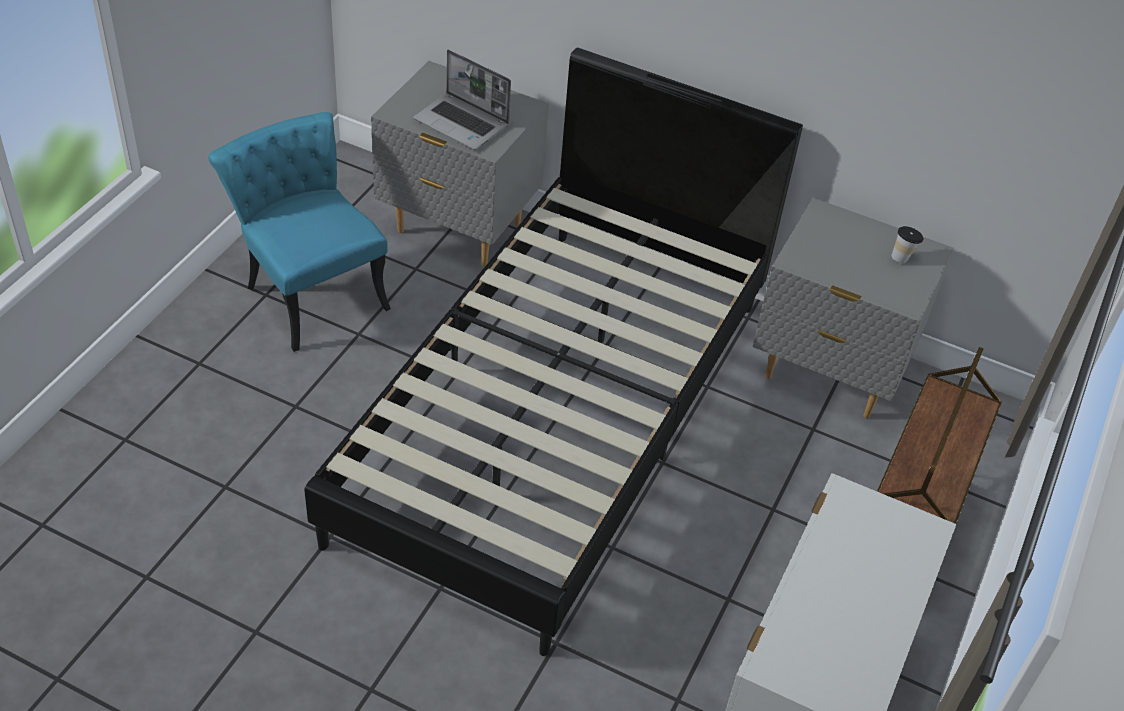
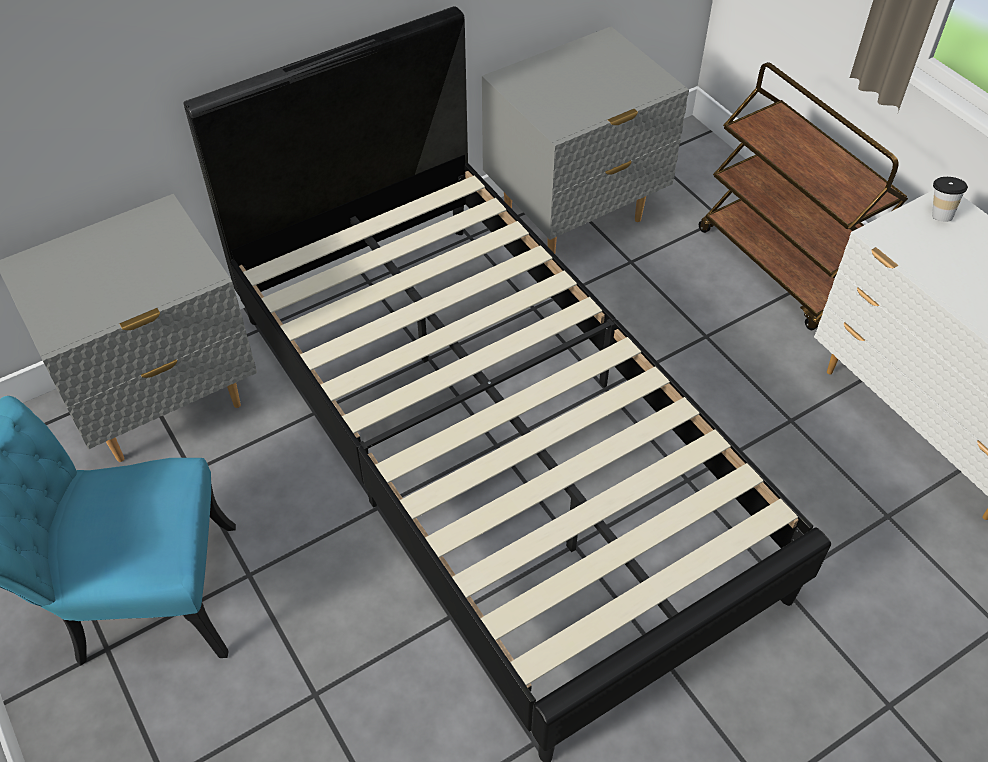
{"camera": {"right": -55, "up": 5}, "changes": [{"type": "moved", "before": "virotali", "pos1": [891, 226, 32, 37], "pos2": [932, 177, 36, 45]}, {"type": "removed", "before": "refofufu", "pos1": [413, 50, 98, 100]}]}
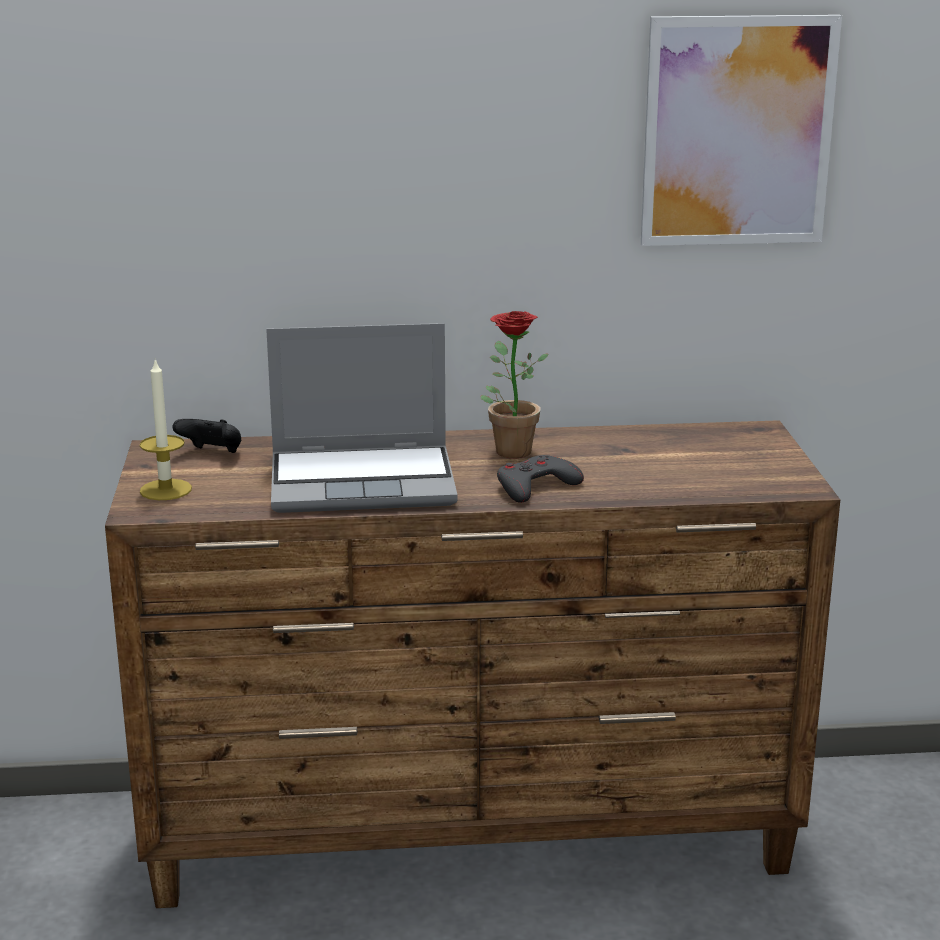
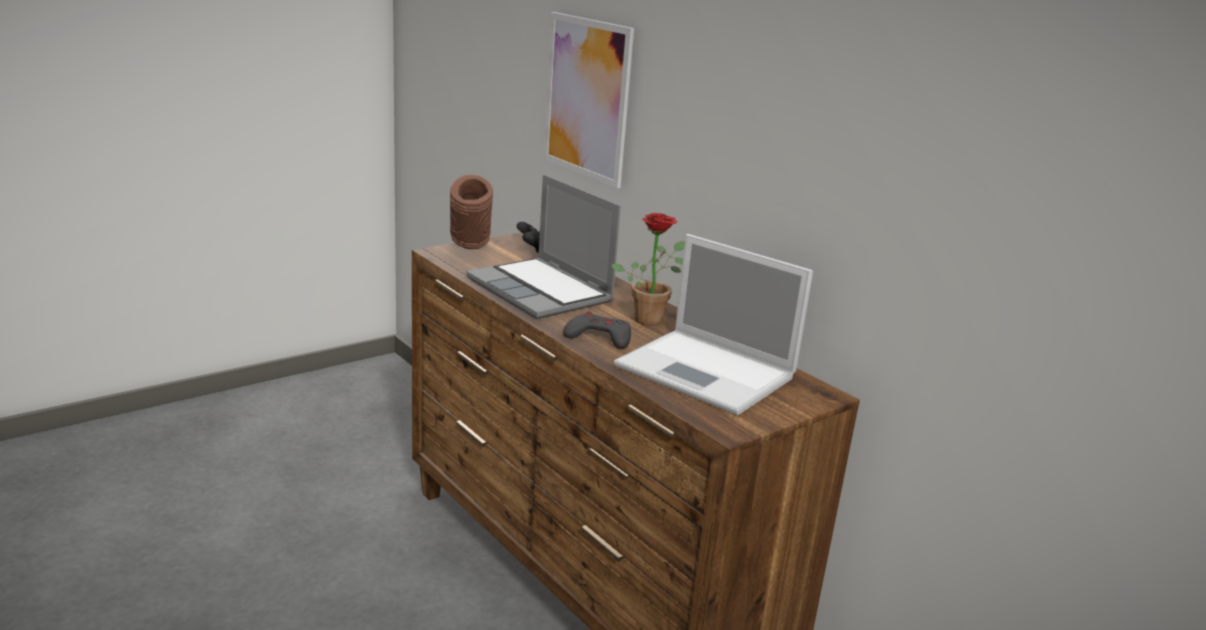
{"camera": {"right": 55, "up": 0}, "changes": [{"type": "replaced", "before": "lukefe", "after": "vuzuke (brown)", "pos1": [140, 359, 52, 141], "pos2": [450, 175, 43, 74]}, {"type": "moved", "before": "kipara", "pos1": [641, 15, 201, 231], "pos2": [544, 12, 90, 176]}, {"type": "added", "after": "refofufu", "pos2": [614, 234, 199, 182]}]}
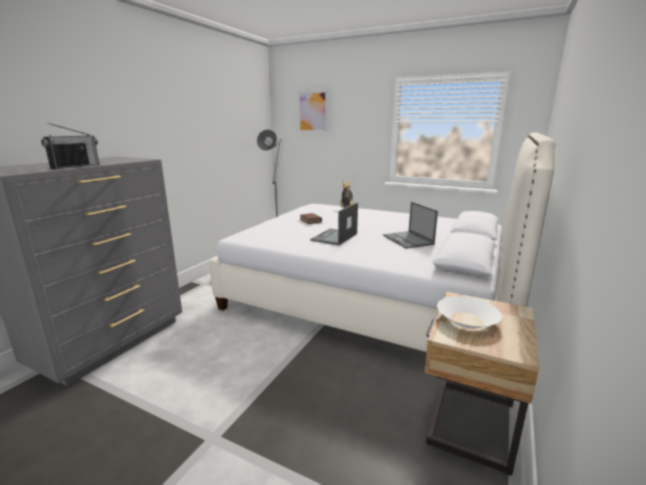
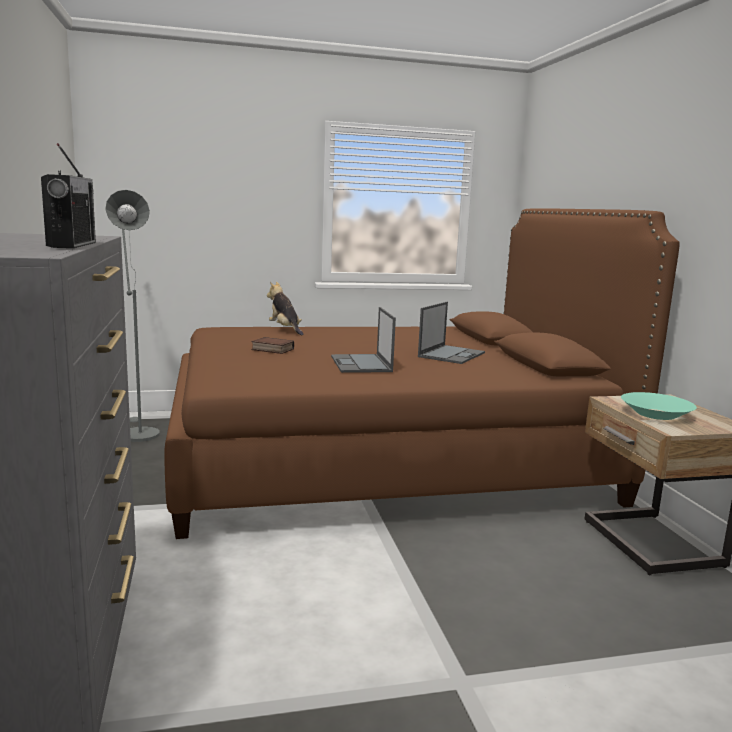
{"camera": {"right": -40, "up": -5}, "changes": [{"type": "recoloured", "before": "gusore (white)", "after": "gusore (brown)", "pos1": [210, 132, 346, 220], "pos2": [164, 208, 516, 331]}, {"type": "turned", "before": "refofufu", "pos1": [383, 202, 55, 47], "pos2": [418, 302, 67, 62], "turn": -90}, {"type": "recoloured", "before": "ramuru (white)", "after": "ramuru (turquoise)", "pos1": [437, 296, 65, 33], "pos2": [621, 392, 76, 28]}, {"type": "removed", "before": "kipara", "pos1": [298, 91, 29, 41]}]}
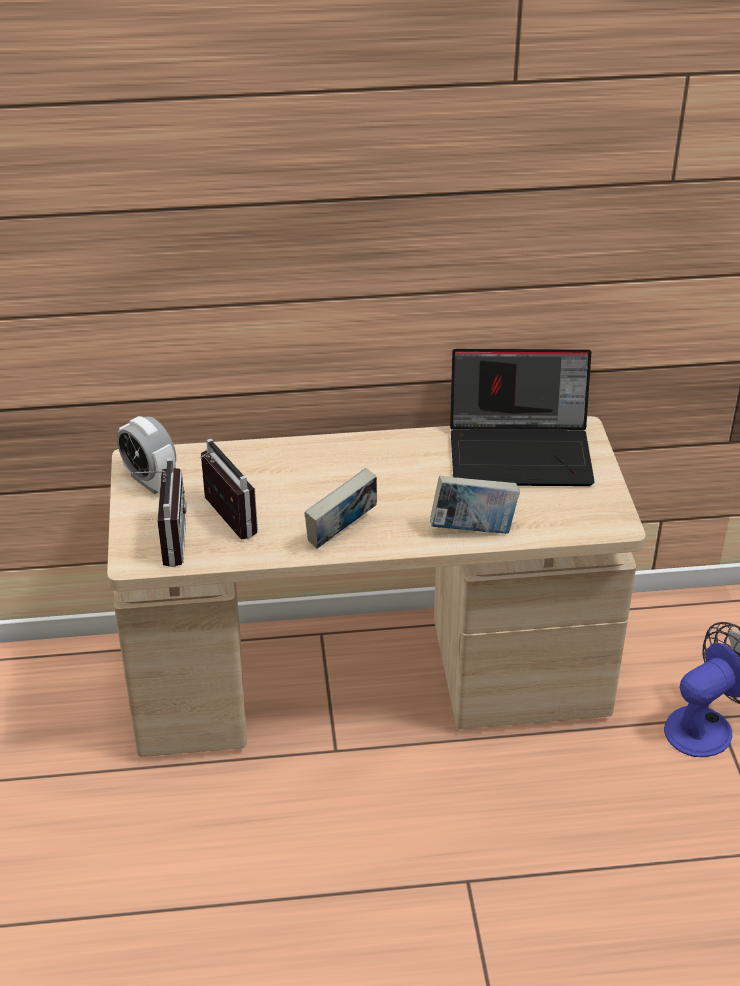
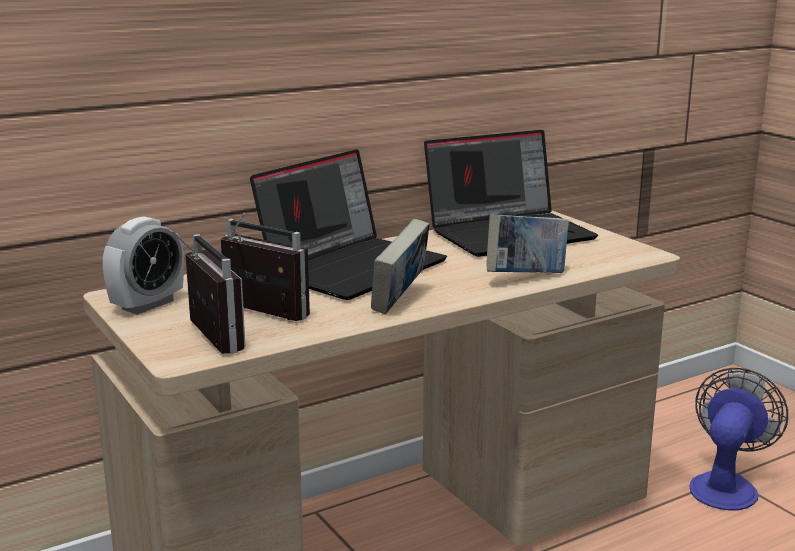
{"camera": {"right": -25, "up": -20}, "changes": [{"type": "turned", "before": "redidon", "pos1": [117, 416, 59, 78], "pos2": [103, 216, 81, 99], "turn": -75}, {"type": "added", "after": "refofufu", "pos2": [250, 149, 197, 151]}]}
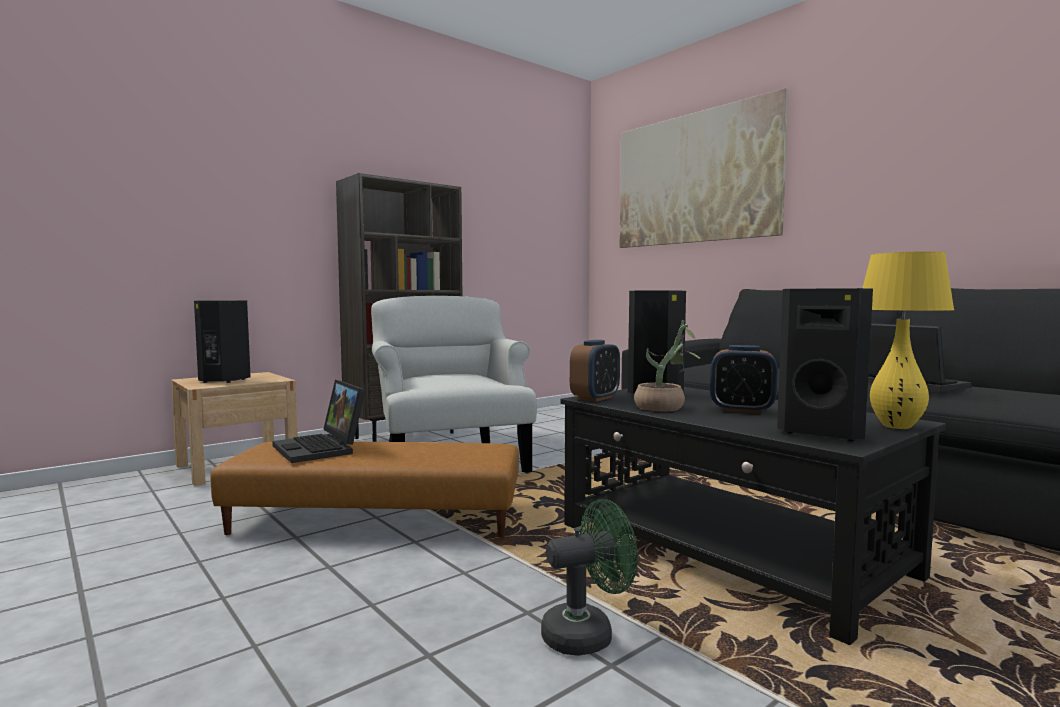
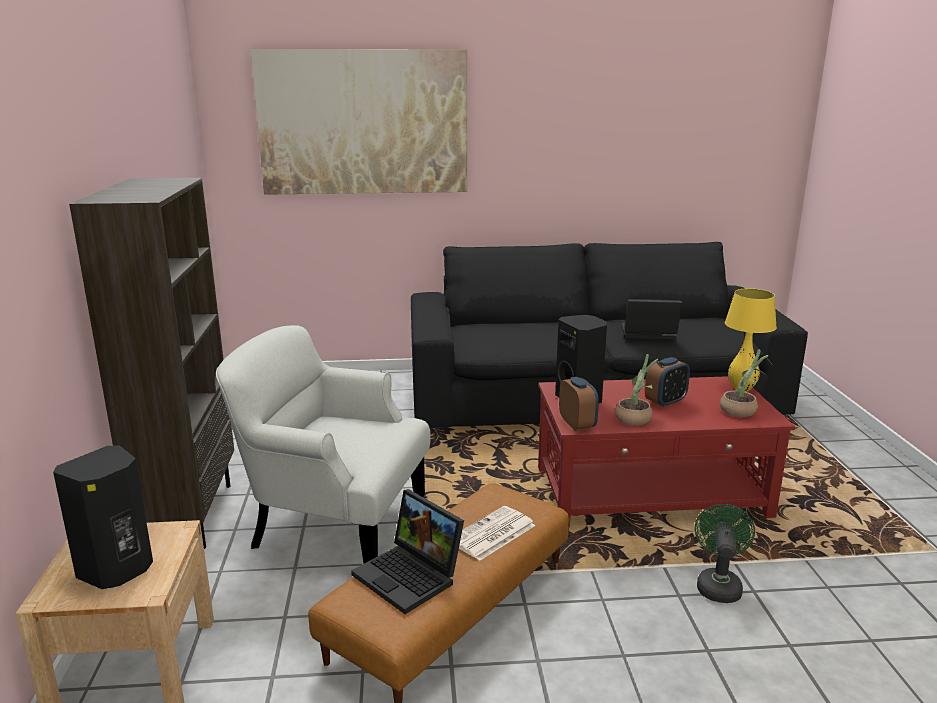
{"camera": {"right": -55, "up": 15}, "changes": [{"type": "turned", "before": "refofufu", "pos1": [272, 380, 93, 83], "pos2": [351, 489, 113, 125], "turn": 45}, {"type": "added", "after": "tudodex", "pos2": [459, 506, 77, 55]}, {"type": "recoloured", "before": "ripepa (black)", "after": "ripepa (red)", "pos1": [561, 387, 385, 258], "pos2": [538, 376, 257, 151]}, {"type": "replaced", "before": "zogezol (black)", "after": "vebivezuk", "pos1": [777, 288, 96, 153], "pos2": [720, 349, 53, 69]}]}
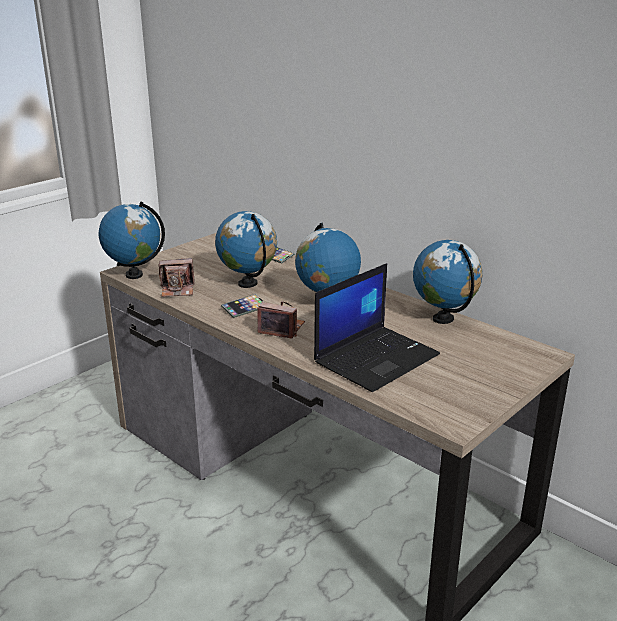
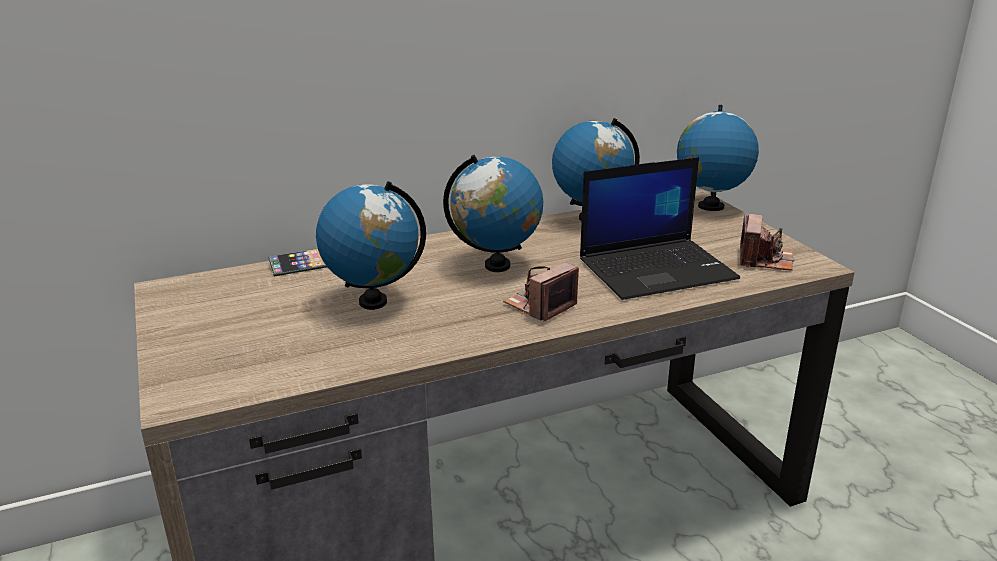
{"camera": {"right": -65, "up": 0}, "changes": [{"type": "turned", "before": "refofufu", "pos1": [314, 263, 126, 129], "pos2": [580, 157, 160, 143], "turn": 90}, {"type": "moved", "before": "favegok", "pos1": [99, 202, 66, 77], "pos2": [677, 105, 82, 106]}, {"type": "moved", "before": "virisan", "pos1": [158, 258, 37, 39], "pos2": [740, 214, 54, 57]}, {"type": "removed", "before": "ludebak", "pos1": [221, 294, 43, 24]}]}
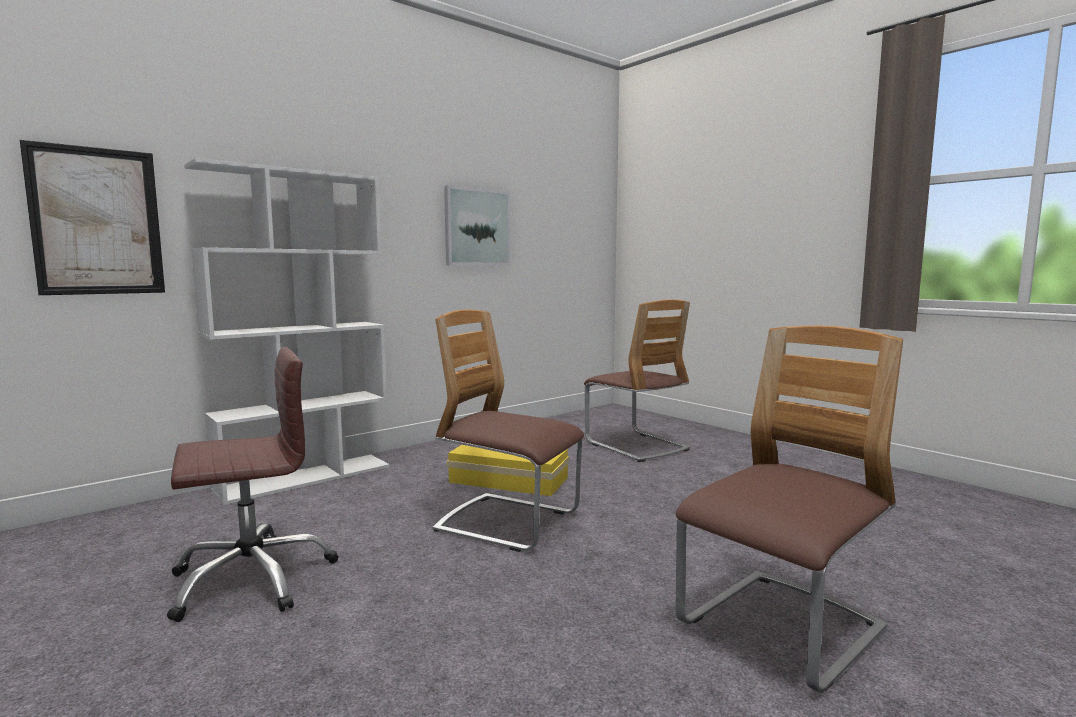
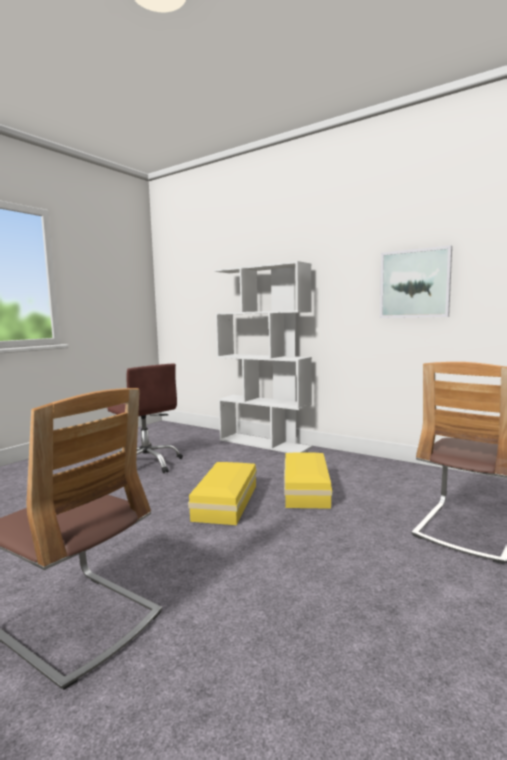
{"camera": {"right": 75, "up": 0}, "changes": [{"type": "replaced", "before": "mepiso", "after": "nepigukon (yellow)", "pos1": [432, 310, 152, 242], "pos2": [188, 462, 69, 63]}, {"type": "removed", "before": "kipara", "pos1": [20, 140, 145, 155]}]}
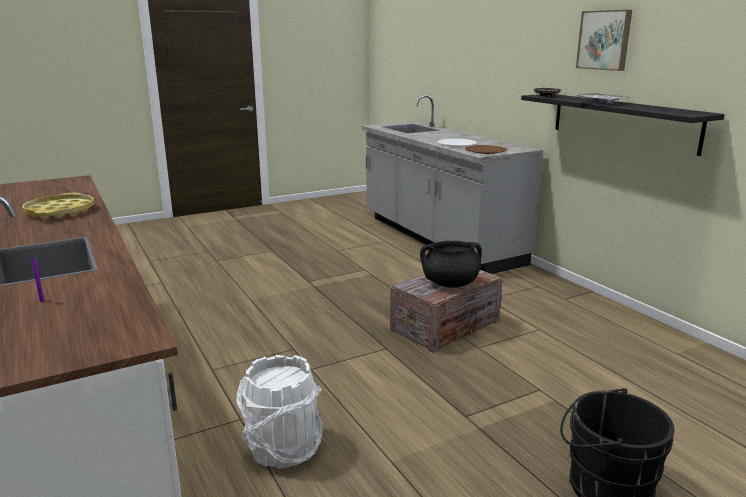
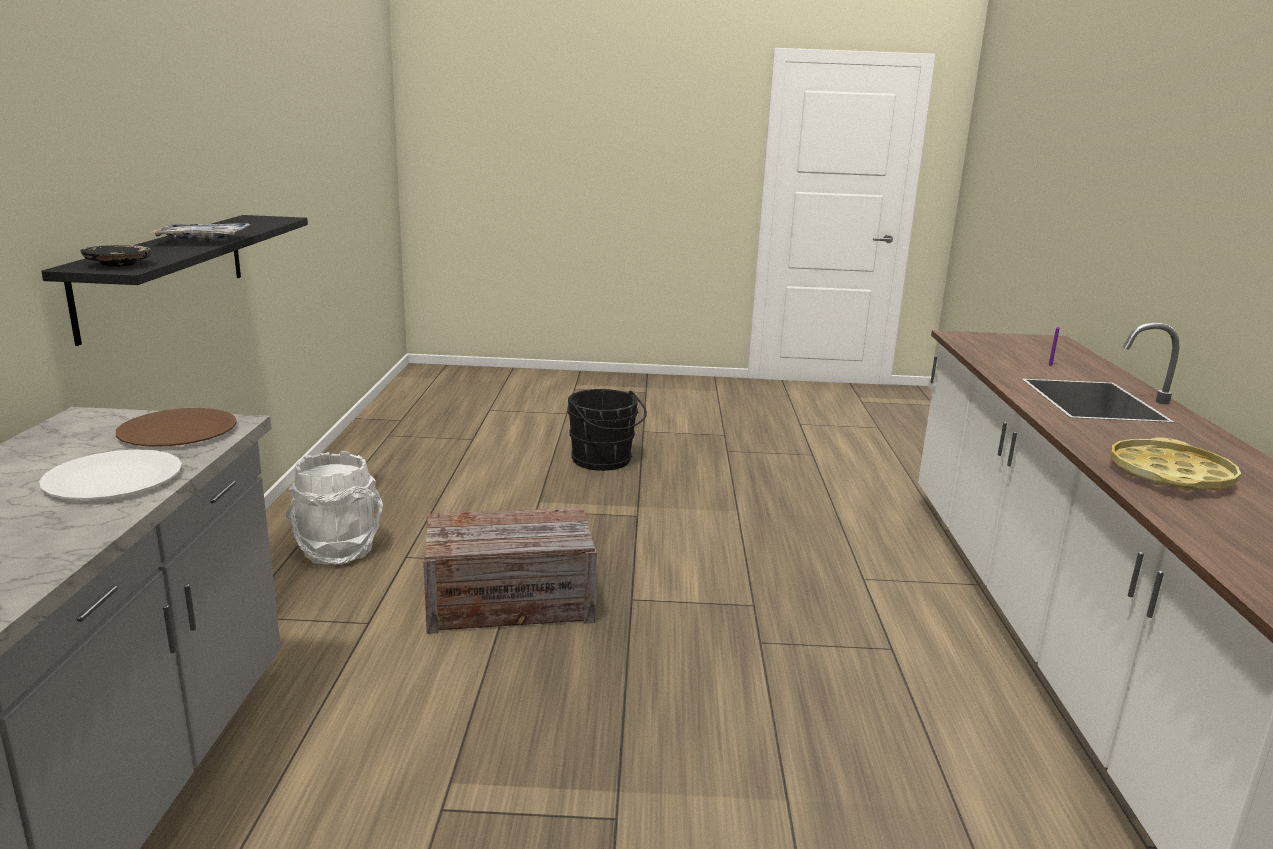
{"camera": {"right": -150, "up": 0}, "changes": [{"type": "moved", "before": "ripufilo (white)", "pos1": [236, 355, 86, 114], "pos2": [286, 451, 97, 114]}, {"type": "removed", "before": "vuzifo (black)", "pos1": [420, 241, 62, 47]}, {"type": "removed", "before": "kipara", "pos1": [576, 10, 56, 61]}]}
